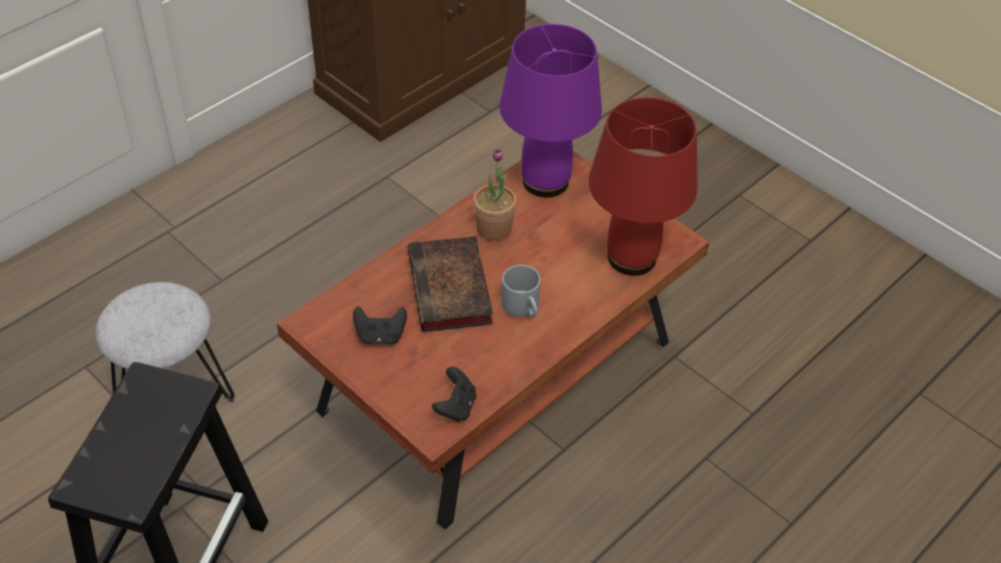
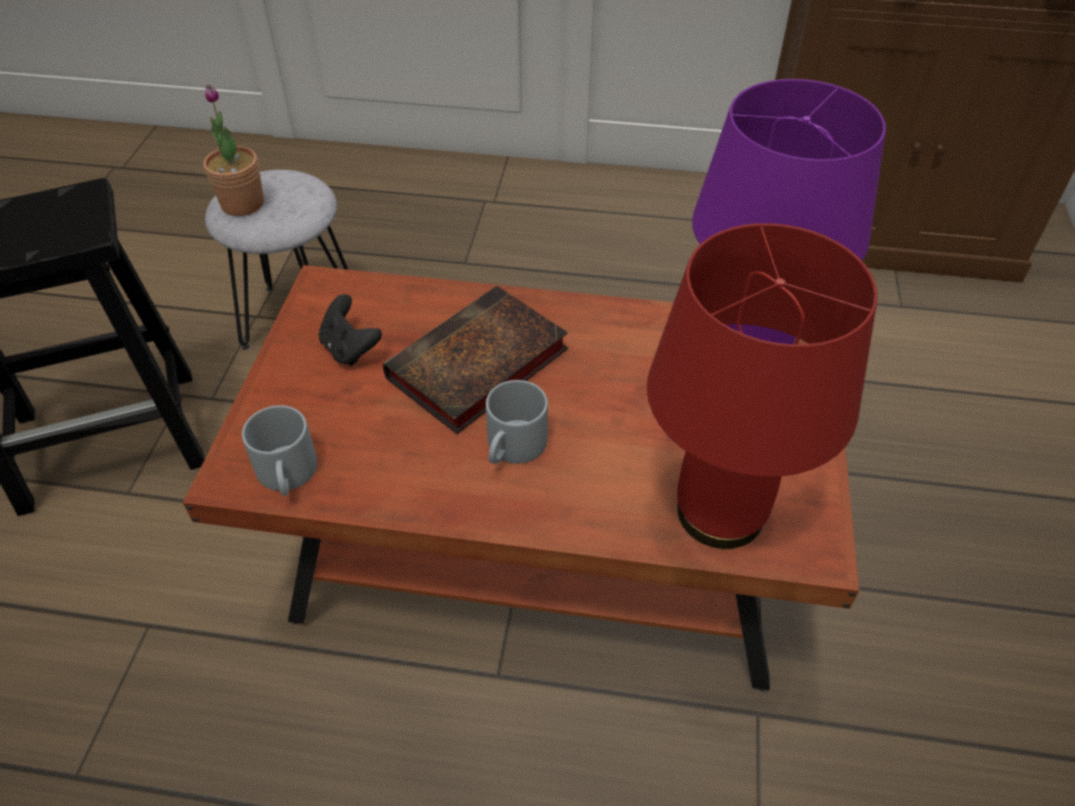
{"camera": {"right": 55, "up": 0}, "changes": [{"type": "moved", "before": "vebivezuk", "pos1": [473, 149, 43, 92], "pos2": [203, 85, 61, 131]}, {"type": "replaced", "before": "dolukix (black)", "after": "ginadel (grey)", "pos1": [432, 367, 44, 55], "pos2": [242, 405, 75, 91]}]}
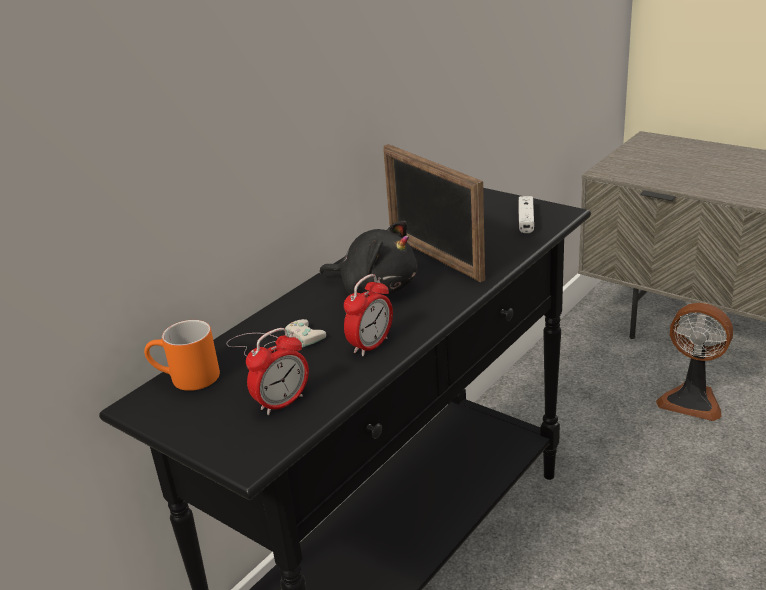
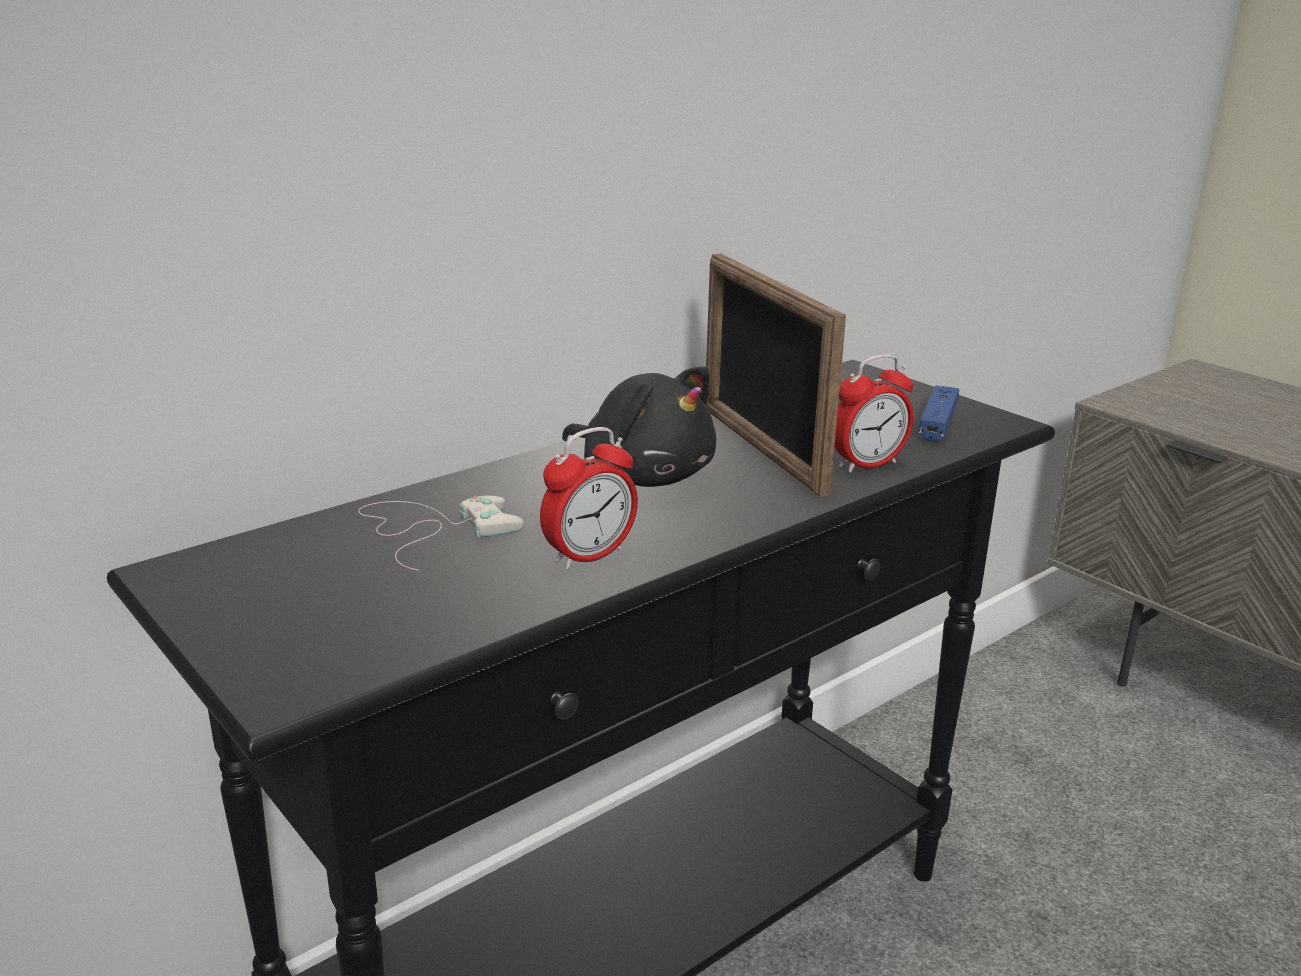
{"camera": {"right": 10, "up": -5}, "changes": [{"type": "moved", "before": "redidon", "pos1": [246, 328, 63, 87], "pos2": [835, 354, 79, 119]}, {"type": "recoloured", "before": "dolukix (white)", "after": "dolukix (blue)", "pos1": [518, 196, 16, 37], "pos2": [919, 385, 40, 57]}, {"type": "removed", "before": "ginadel (orange)", "pos1": [144, 320, 76, 71]}, {"type": "removed", "before": "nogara", "pos1": [656, 303, 77, 118]}]}
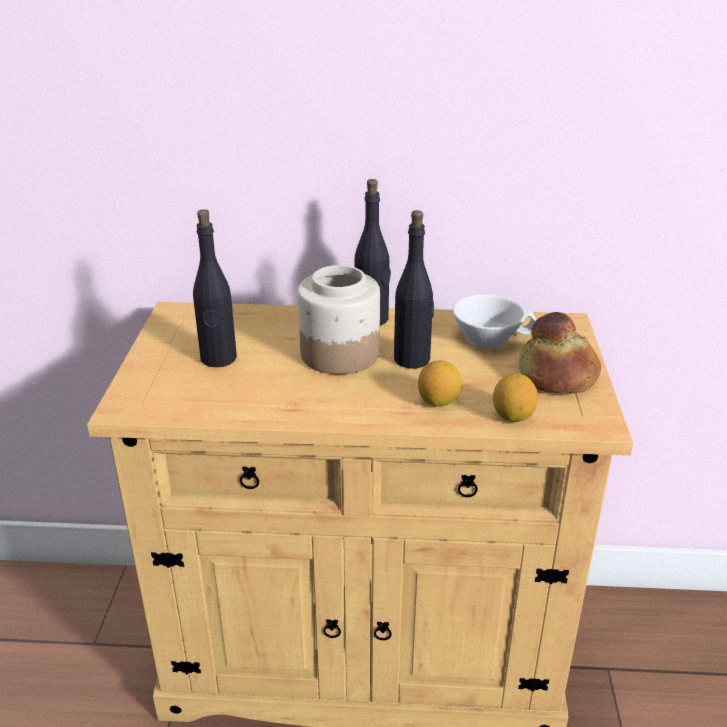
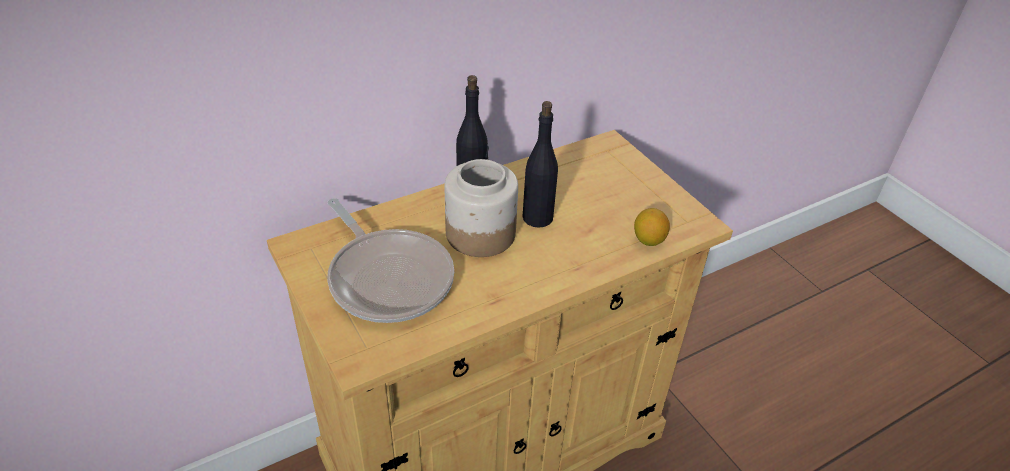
{"camera": {"right": -35, "up": 10}, "changes": [{"type": "replaced", "before": "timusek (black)", "after": "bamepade", "pos1": [193, 209, 44, 158], "pos2": [327, 198, 127, 125]}, {"type": "removed", "before": "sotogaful", "pos1": [418, 360, 44, 47]}, {"type": "removed", "before": "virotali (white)", "pos1": [452, 294, 84, 55]}, {"type": "removed", "before": "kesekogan", "pos1": [519, 312, 82, 82]}]}
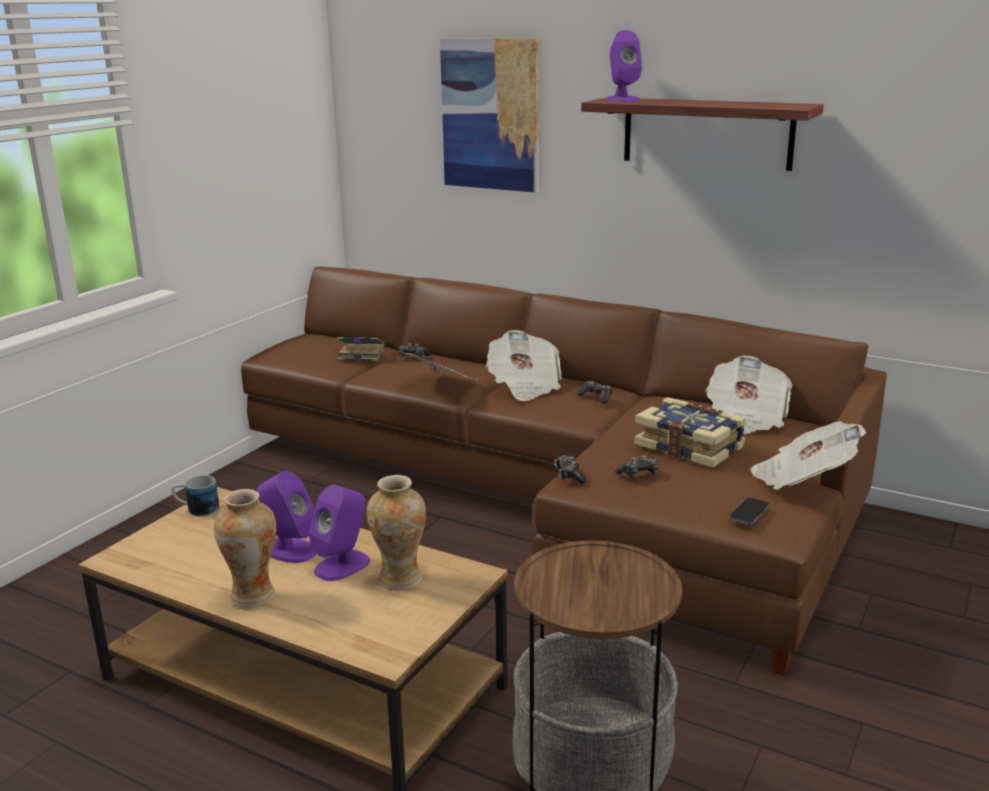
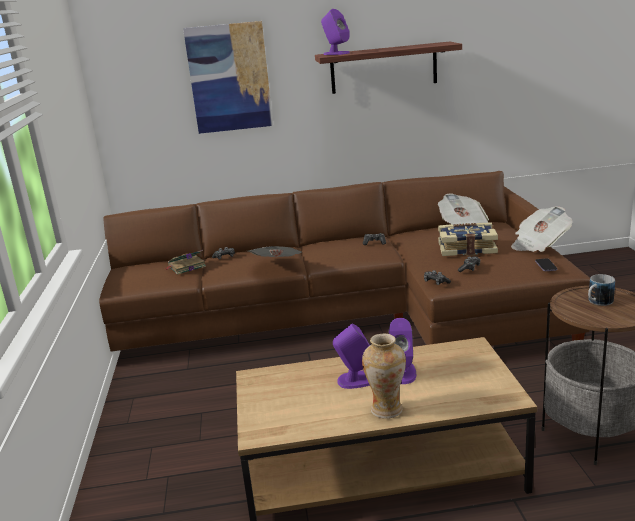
{"camera": {"right": -35, "up": 0}, "changes": [{"type": "moved", "before": "ginadel", "pos1": [172, 475, 47, 42], "pos2": [588, 274, 27, 32]}, {"type": "removed", "before": "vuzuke", "pos1": [366, 475, 60, 116]}, {"type": "removed", "before": "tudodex", "pos1": [486, 330, 76, 71]}]}
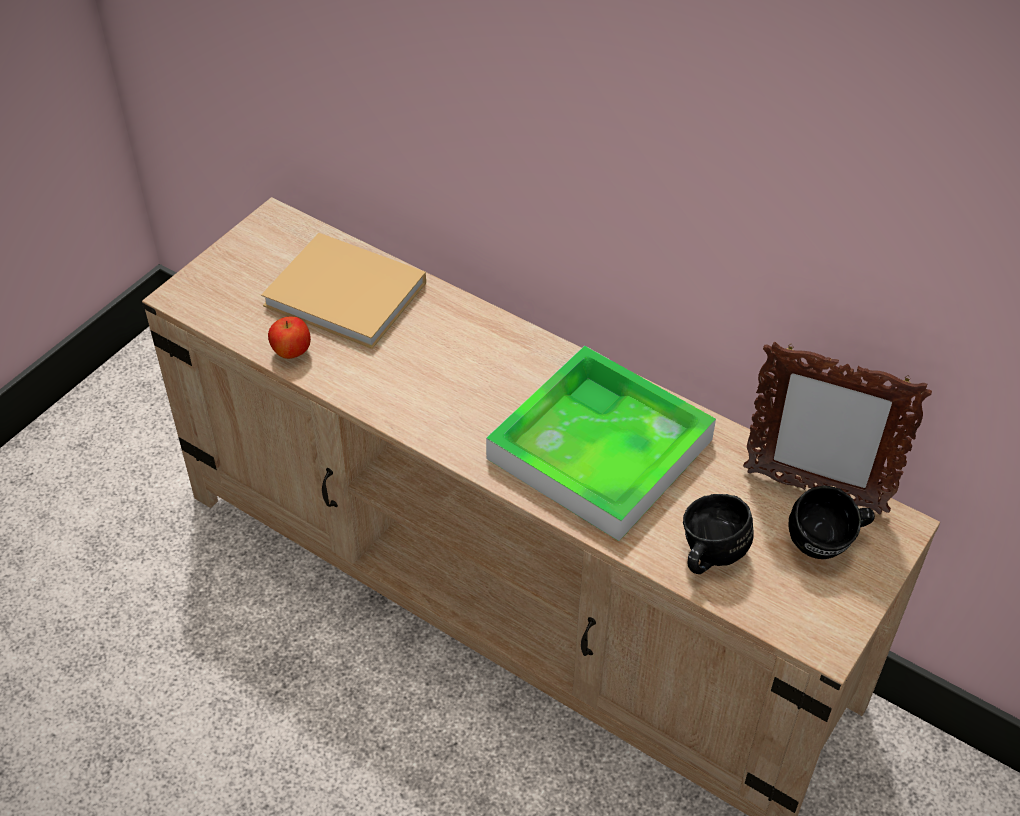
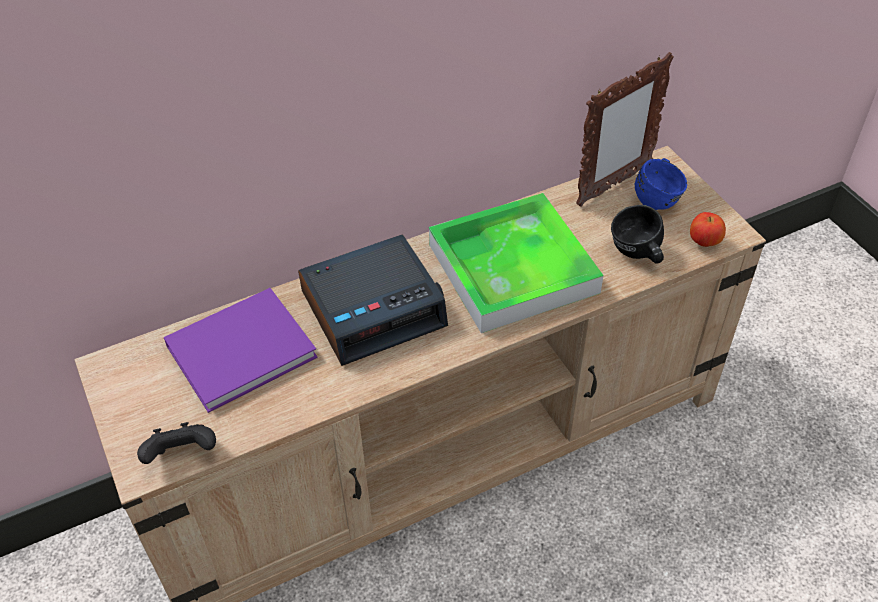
{"camera": {"right": -60, "up": 0}, "changes": [{"type": "added", "after": "dolukix (black)", "pos2": [137, 422, 79, 42]}, {"type": "recoloured", "before": "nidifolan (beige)", "after": "nidifolan (purple)", "pos1": [261, 233, 165, 116], "pos2": [164, 288, 154, 125]}, {"type": "added", "after": "redidon", "pos2": [298, 234, 150, 132]}, {"type": "recoloured", "before": "ginadel (black)", "after": "ginadel (blue)", "pos1": [789, 486, 86, 73], "pos2": [635, 158, 52, 52]}, {"type": "moved", "before": "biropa", "pos1": [268, 317, 43, 42], "pos2": [690, 212, 36, 35]}]}
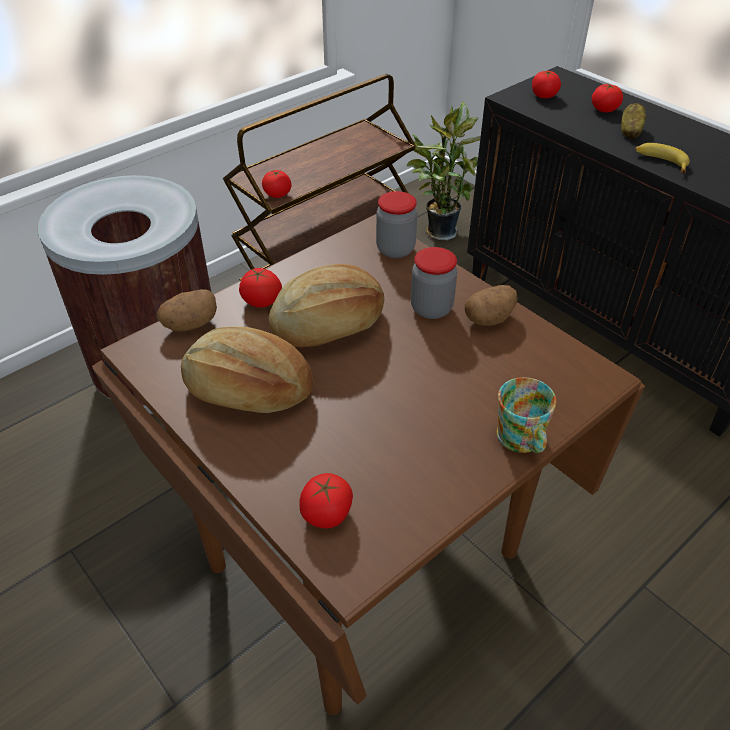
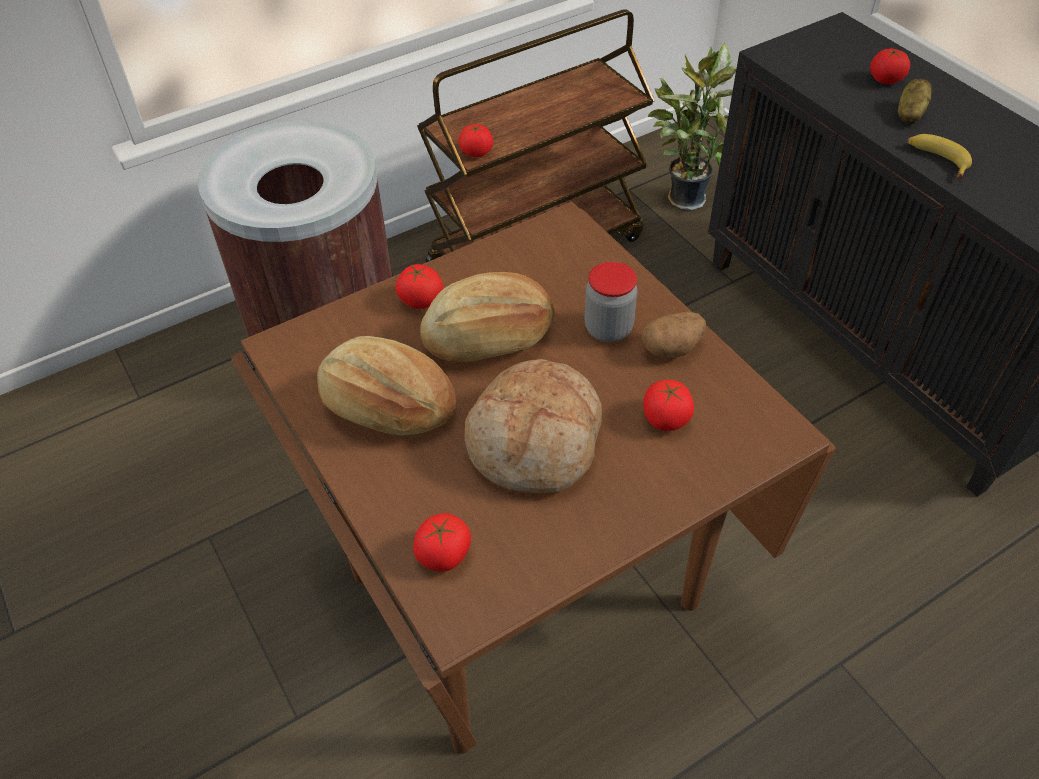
{"camera": {"right": 10, "up": 5}, "changes": [{"type": "added", "after": "kesekogan", "pos2": [464, 359, 138, 136]}, {"type": "moved", "before": "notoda", "pos1": [532, 71, 29, 27], "pos2": [643, 380, 51, 51]}, {"type": "removed", "before": "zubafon", "pos1": [156, 289, 61, 43]}, {"type": "removed", "before": "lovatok", "pos1": [376, 191, 41, 67]}, {"type": "removed", "before": "ginadel", "pos1": [497, 377, 59, 76]}]}
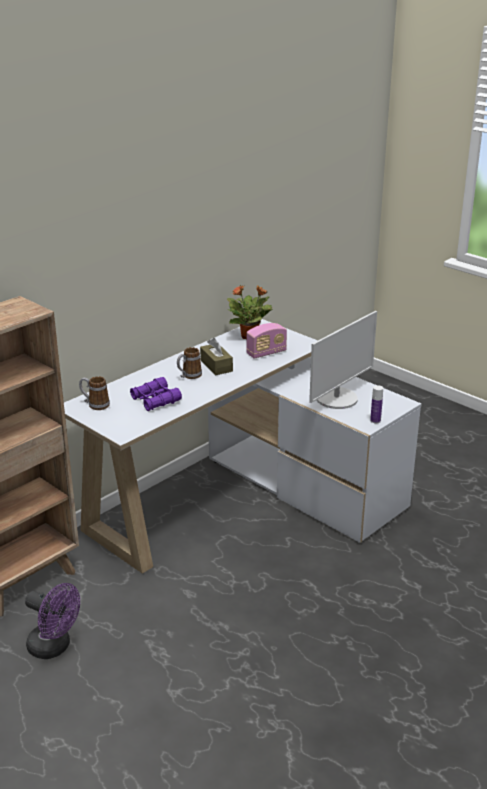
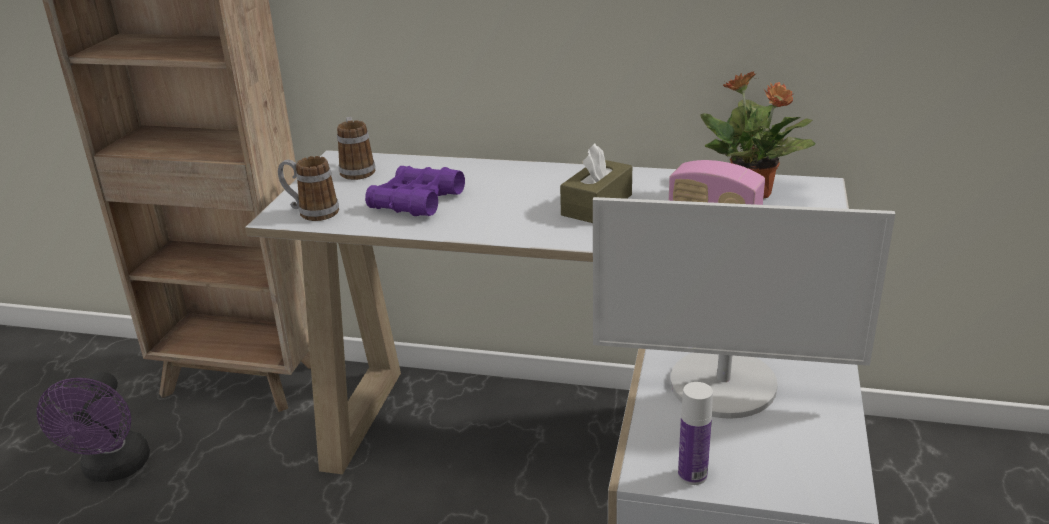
{"camera": {"right": 60, "up": 0}, "changes": [{"type": "moved", "before": "ginadel", "pos1": [177, 347, 25, 32], "pos2": [278, 156, 61, 65]}]}
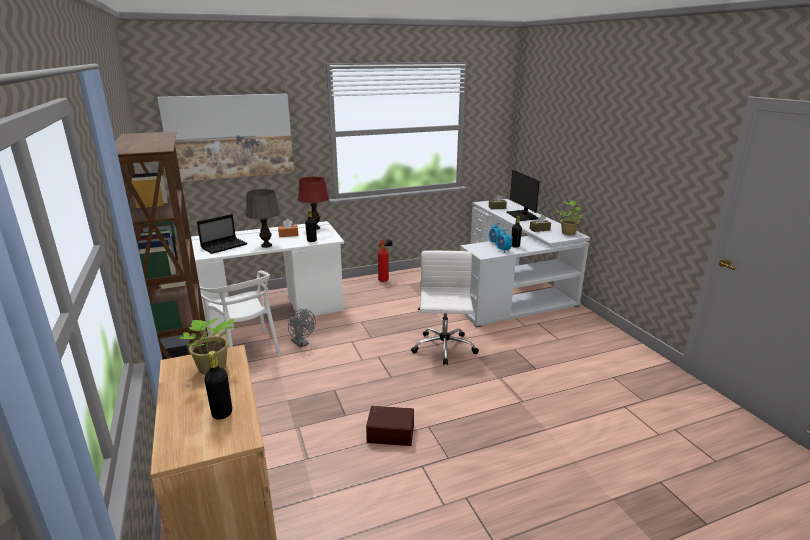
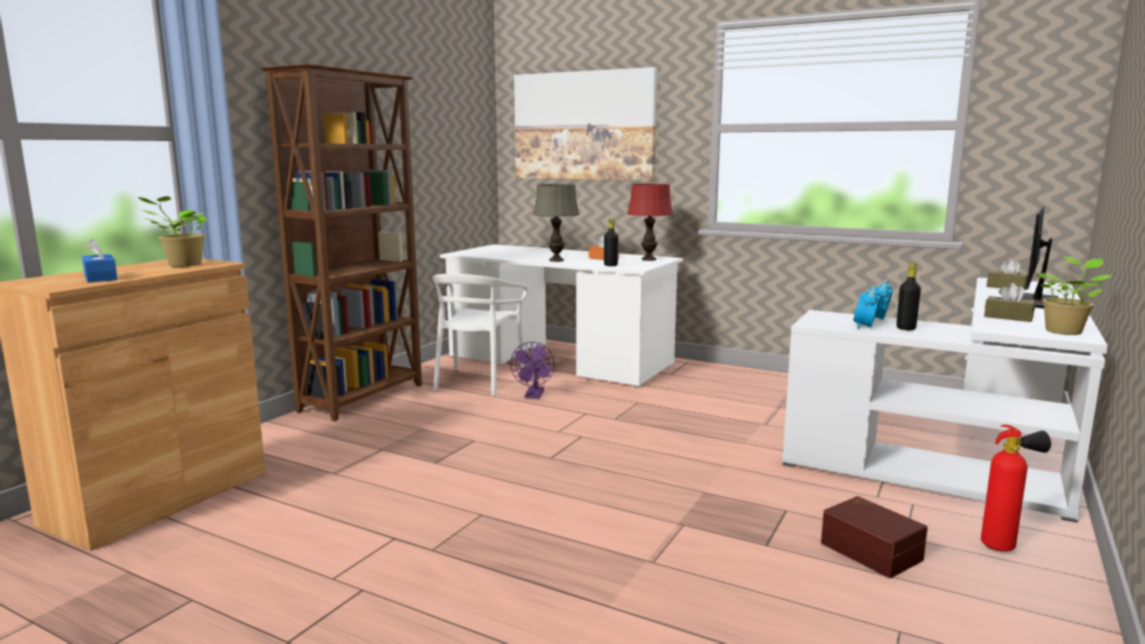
{"camera": {"right": 50, "up": -10}, "changes": [{"type": "replaced", "before": "timusek (black)", "after": "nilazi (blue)", "pos1": [204, 351, 28, 69], "pos2": [82, 238, 36, 45]}, {"type": "recoloured", "before": "nogara (grey)", "after": "nogara (purple)", "pos1": [288, 309, 27, 39], "pos2": [510, 342, 45, 57]}, {"type": "moved", "before": "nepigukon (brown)", "pos1": [366, 406, 48, 40], "pos2": [821, 496, 107, 82]}, {"type": "moved", "before": "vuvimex", "pos1": [378, 239, 14, 43], "pos2": [981, 424, 70, 128]}, {"type": "removed", "before": "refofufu", "pos1": [197, 214, 50, 40]}, {"type": "removed", "before": "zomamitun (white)", "pos1": [411, 251, 68, 114]}]}
